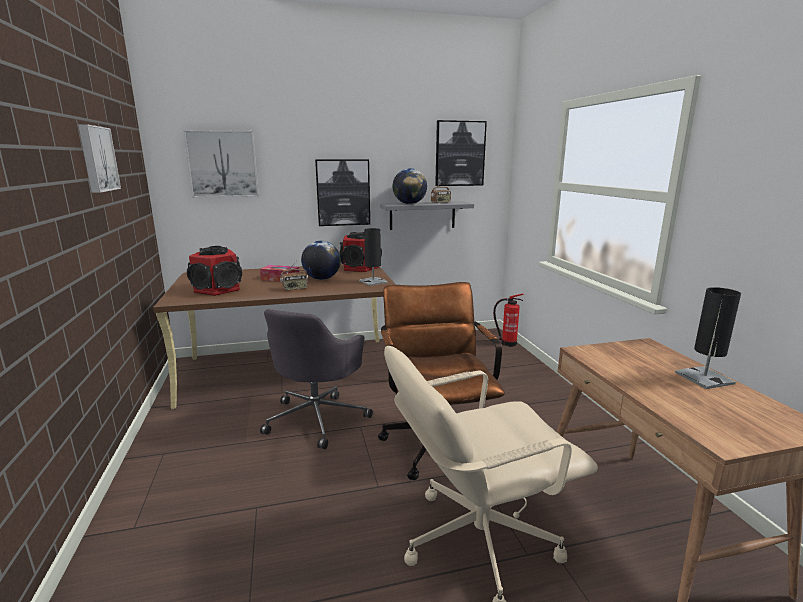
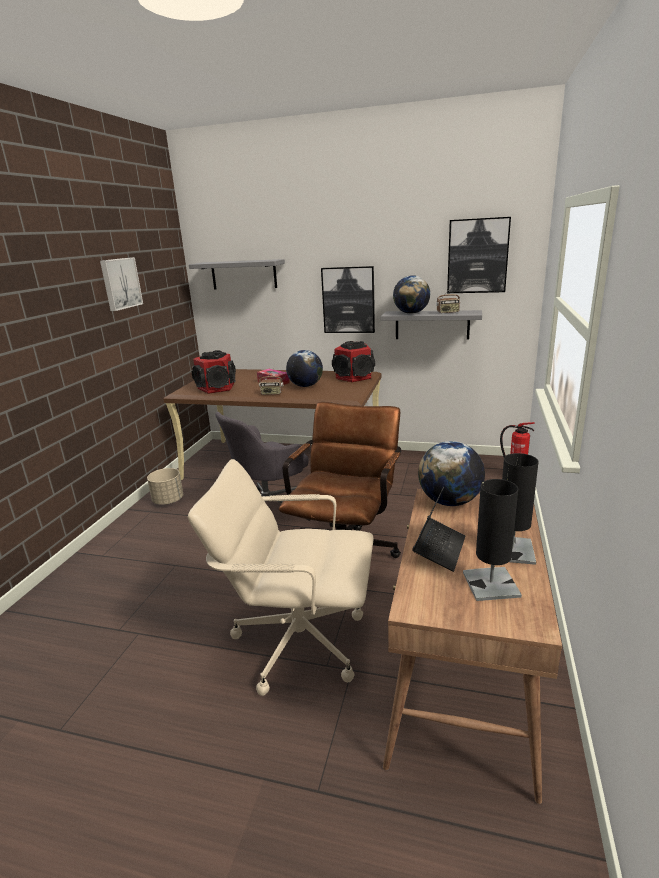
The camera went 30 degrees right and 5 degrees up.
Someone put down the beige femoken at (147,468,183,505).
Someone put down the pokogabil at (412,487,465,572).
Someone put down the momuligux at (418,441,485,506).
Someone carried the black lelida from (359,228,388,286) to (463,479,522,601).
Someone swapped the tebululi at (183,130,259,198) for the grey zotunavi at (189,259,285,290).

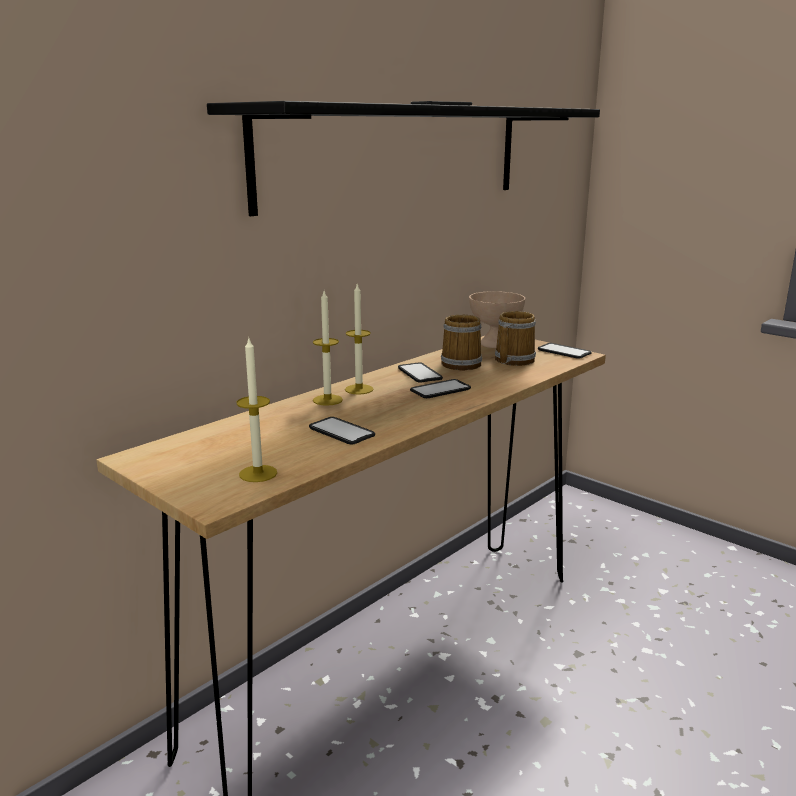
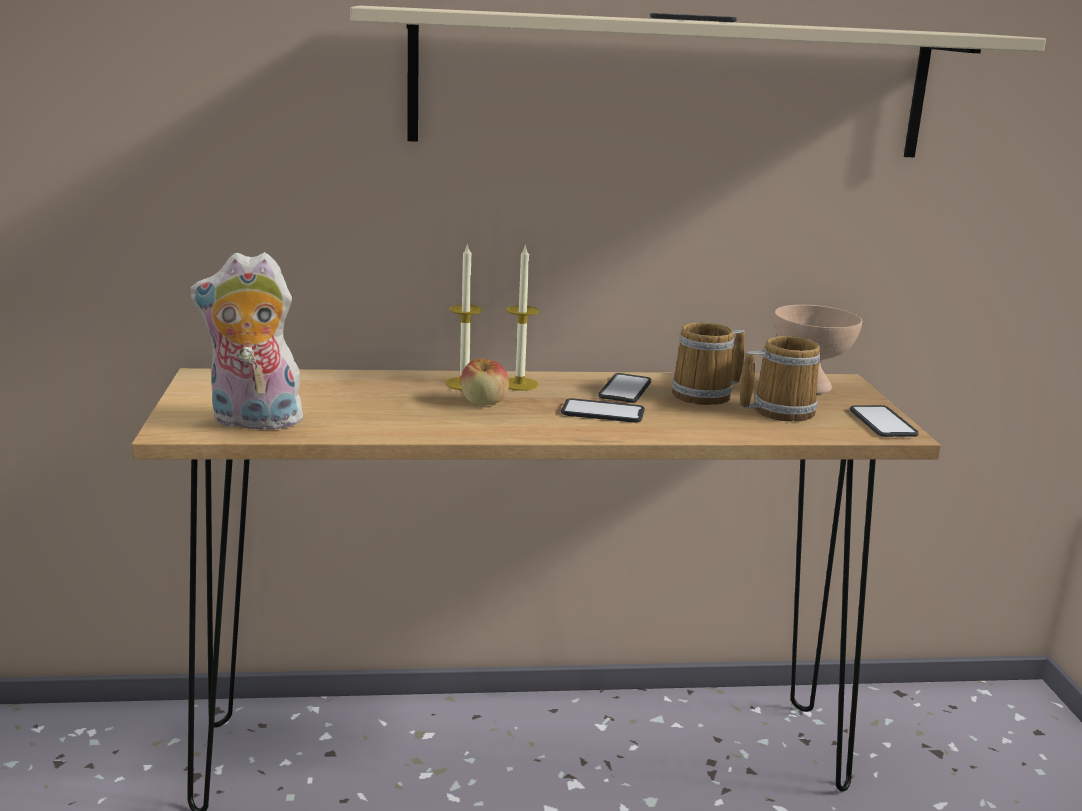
The camera went 40 degrees right and 0 degrees up.
Someone took away the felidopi at (309,417,375,444).
Someone put down the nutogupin at (461,359,509,405).
Someone swapped the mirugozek at (236,336,277,482) for the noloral at (190,252,306,433).
Someone repainted the black zotunavi at (207,101,600,216), which became the beige zotunavi at (350,6,1046,157).

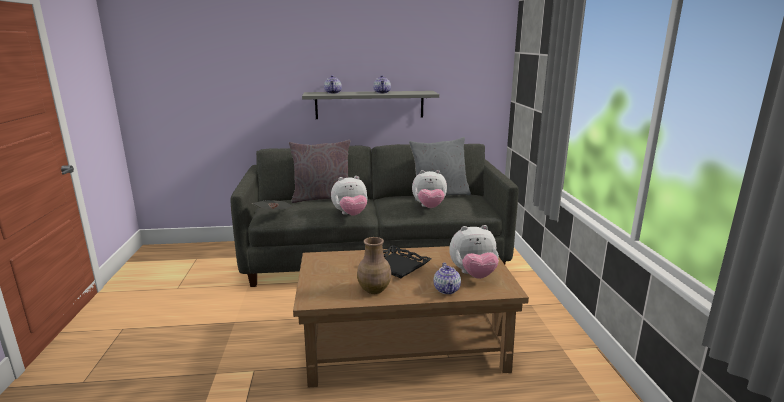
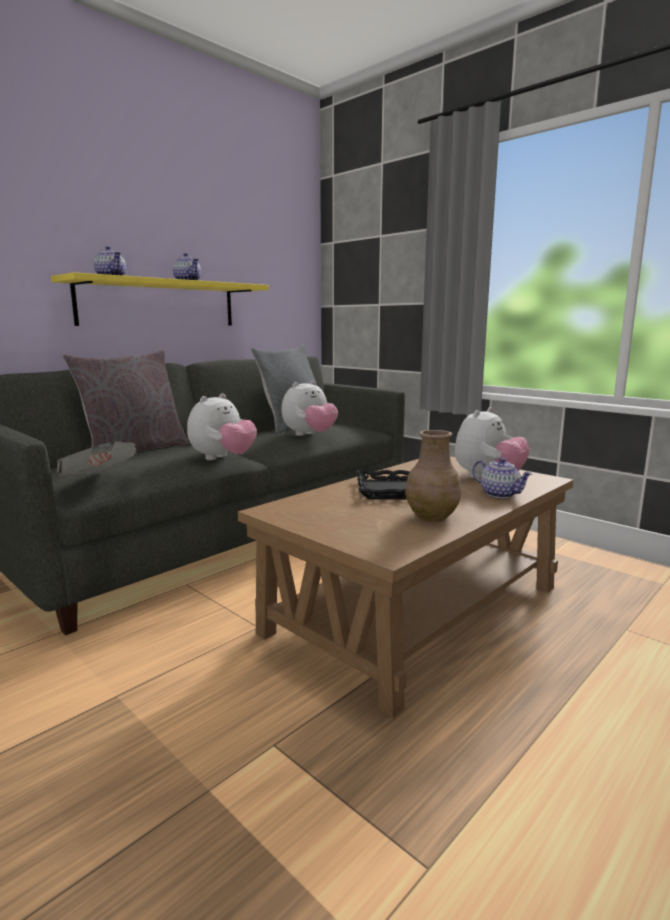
The camera went 40 degrees left and 5 degrees down.
Someone repainted the grey zotunavi at (302,91,439,119), which became the yellow zotunavi at (51,272,269,326).

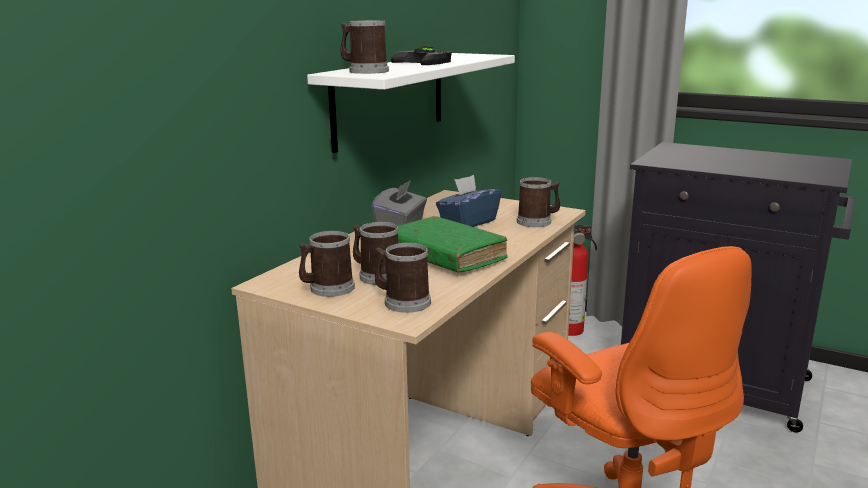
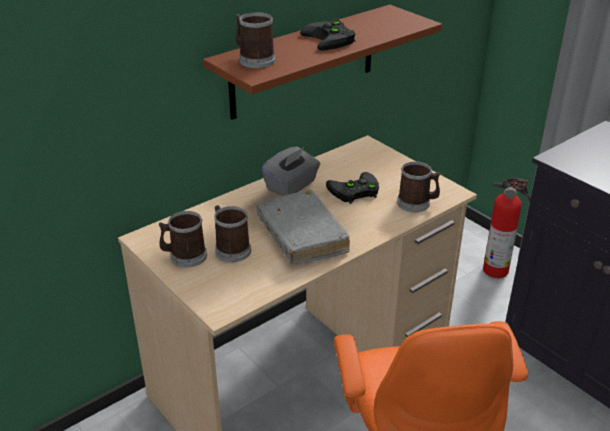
The camera went 20 degrees right and 15 degrees up.
Someone took away the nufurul at (375,243,431,313).
Someone swapped the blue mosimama at (436,175,502,227) for the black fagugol at (326,172,379,204).
Someone repainted the white zotunavi at (307,53,515,153), which became the brown zotunavi at (203,5,442,120).
Someone repainted the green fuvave at (398,216,508,273), which became the grey fuvave at (256,190,350,264).

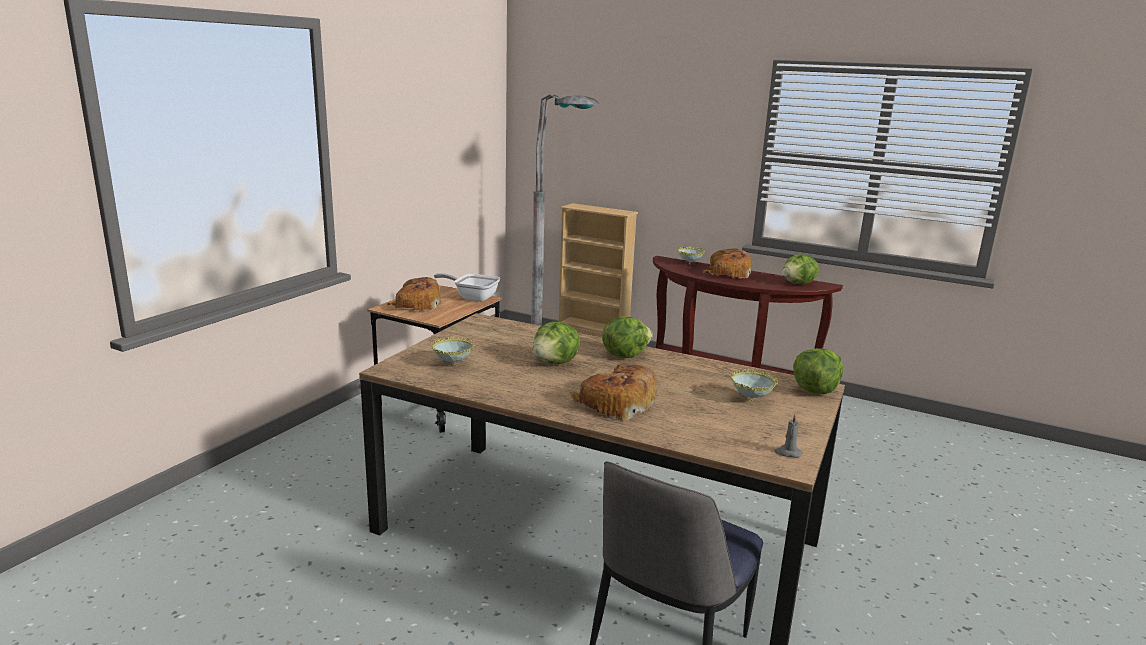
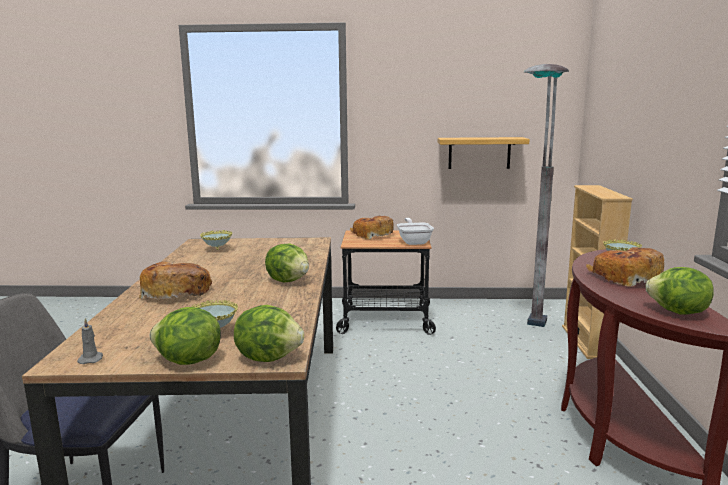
The camera went 65 degrees right and 5 degrees down.
Someone put up the zotunavi at (438,137,530,169).
Someone carried the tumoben from (533,321,580,364) to (150,307,221,365).

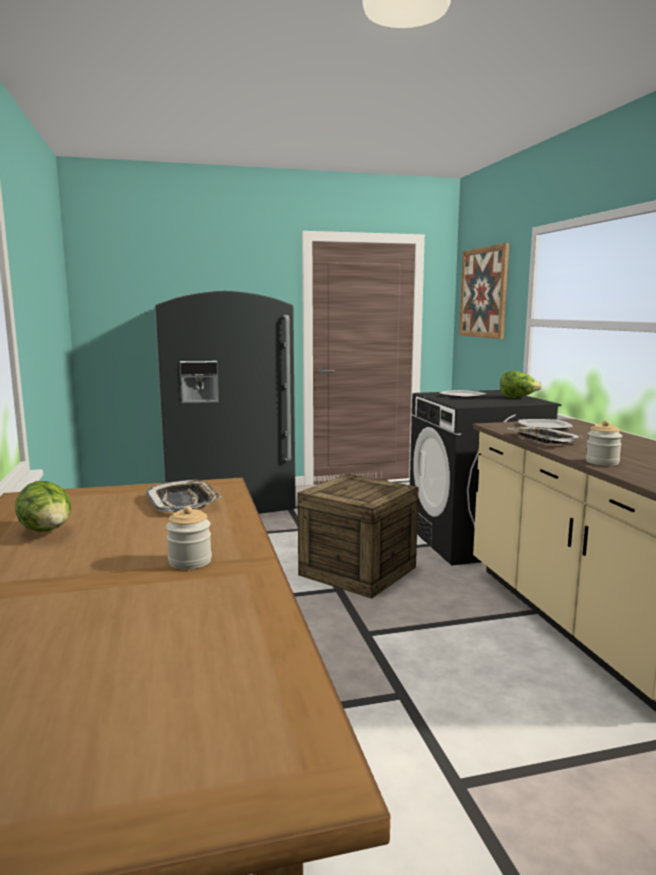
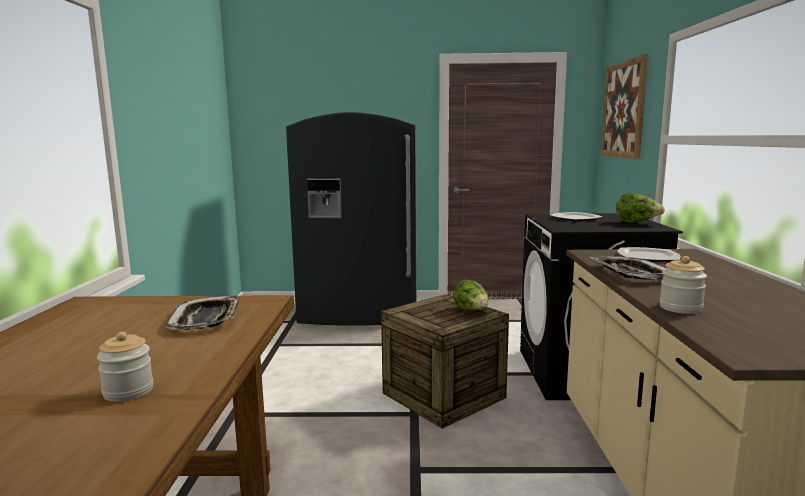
The camera went 15 degrees right and 0 degrees up.
Someone carried the tumoben from (15,481,71,532) to (453,280,488,311).

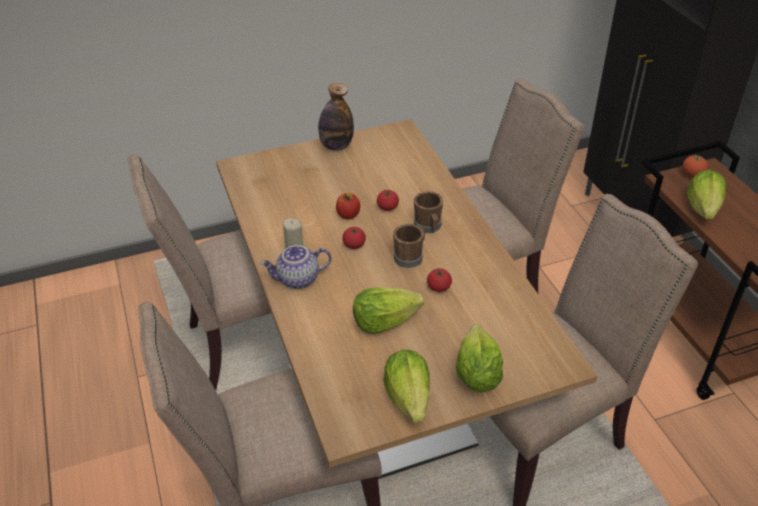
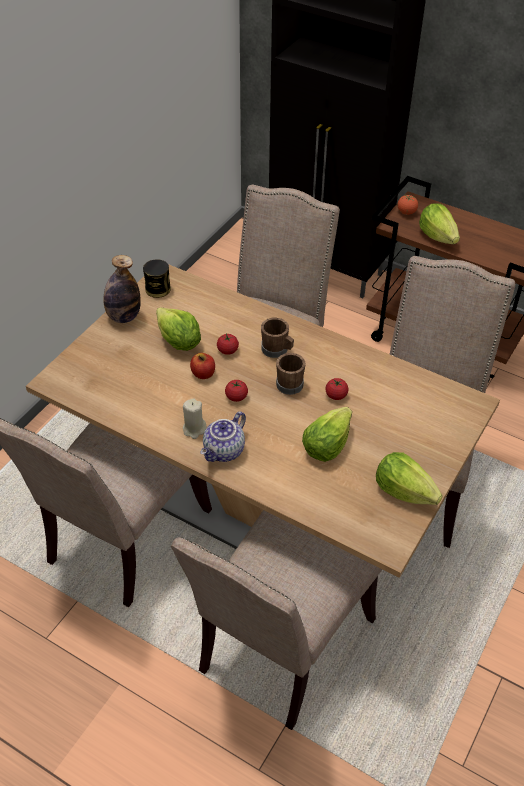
The camera went 40 degrees left and 5 degrees up.
Someone put down the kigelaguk at (143,259,171,298).
Someone carried the tumoben from (456,325,503,392) to (156,307,201,351).

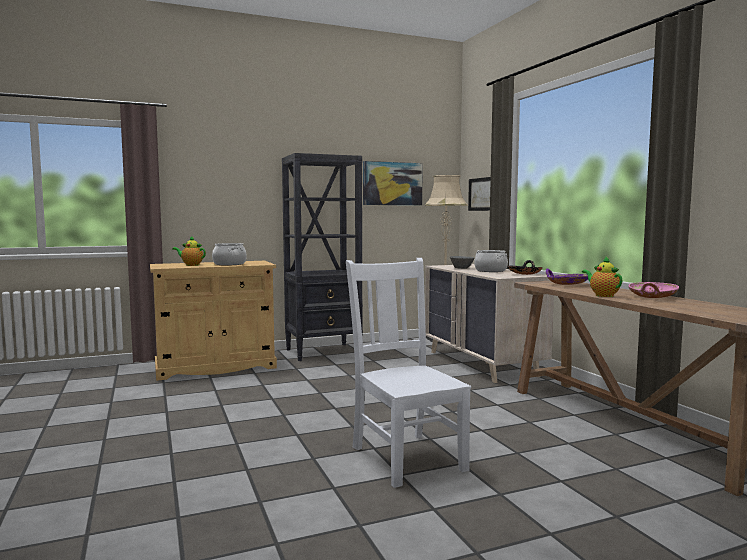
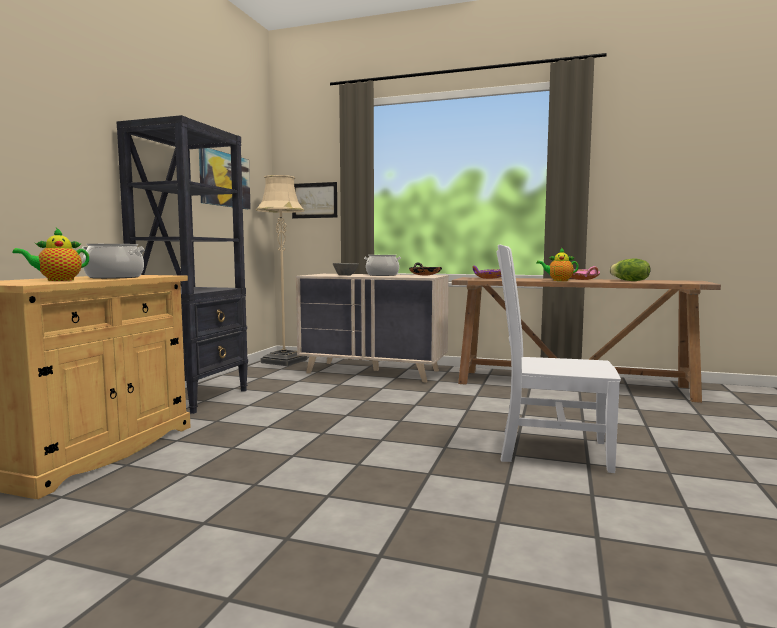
The camera went 50 degrees left and 0 degrees up.
Someone put down the tumoben at (609,259,651,281).

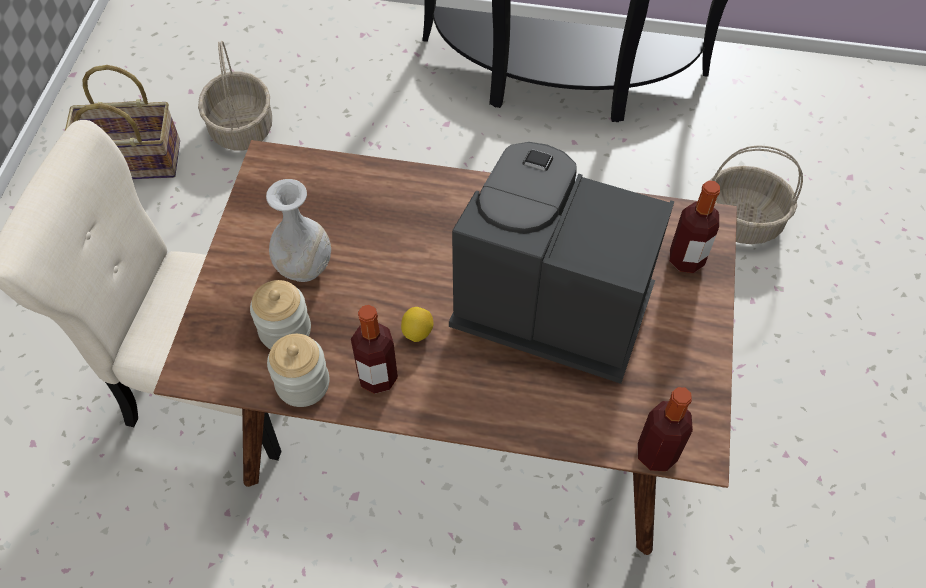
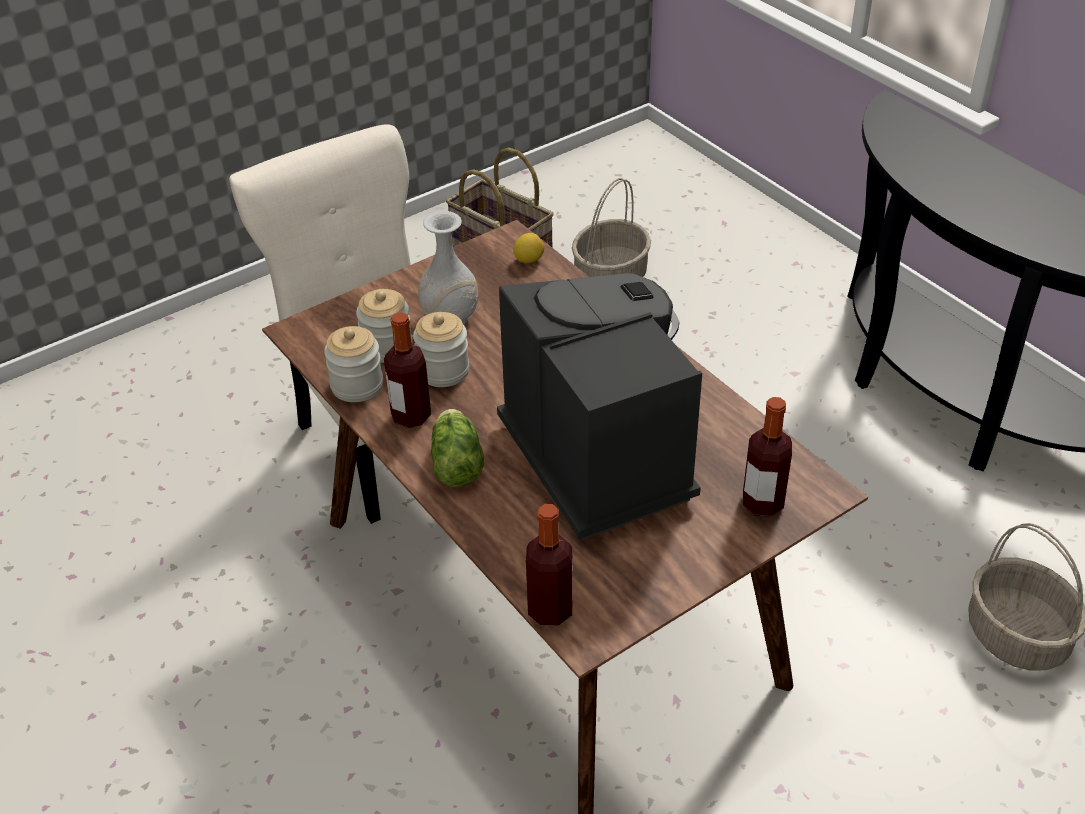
The camera went 45 degrees right and 15 degrees down.
Someone put down the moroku at (413,312,469,387).
Someone put down the tumoben at (431,409,484,487).
Someone carried the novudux from (401,307,434,342) to (513,233,544,263).

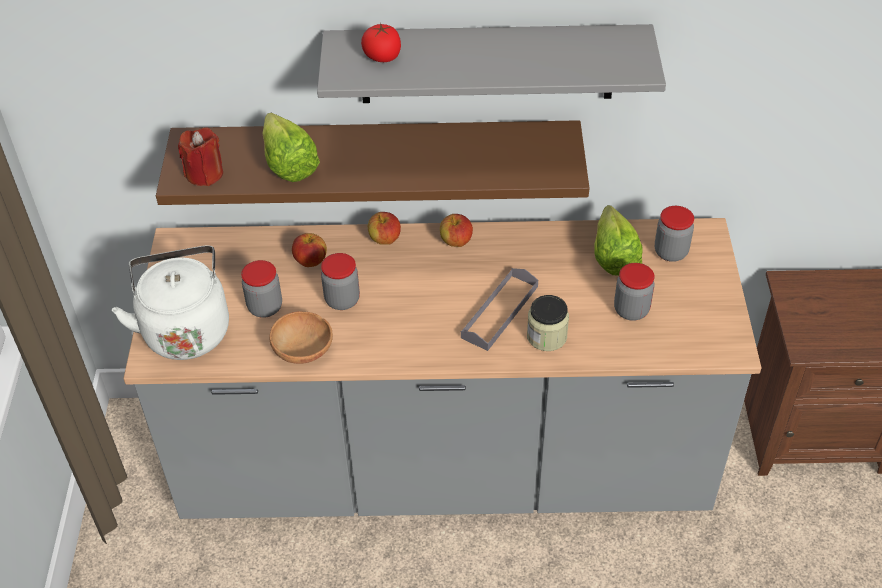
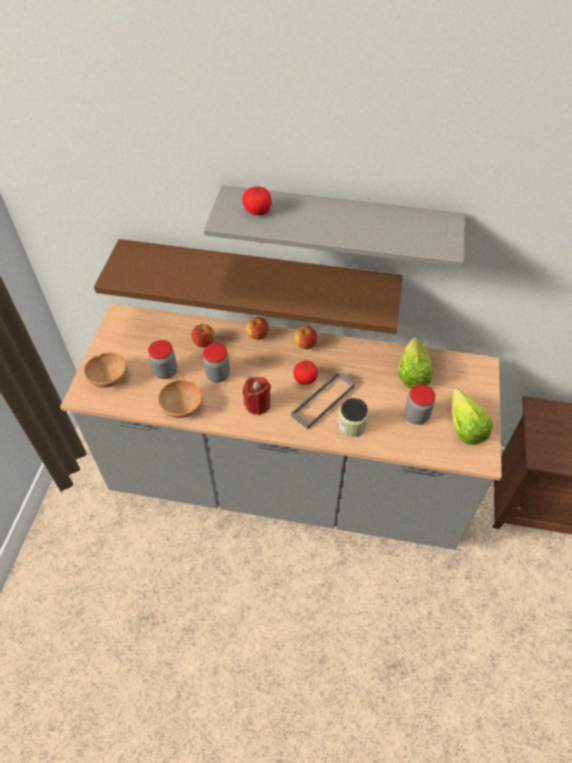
The camera went 10 degrees right and 5 degrees up.
Someone took away the moroku at (655,206,694,262).
Someone put down the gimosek at (294,361,318,384).
Someone carried the red mirugozek from (178,127,223,186) to (243,377,271,415).
Someone carried the tumoben from (263,113,320,182) to (452,388,493,445).
Someone swapped the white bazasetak at (112,245,229,360) for the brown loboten at (84,352,127,388).

